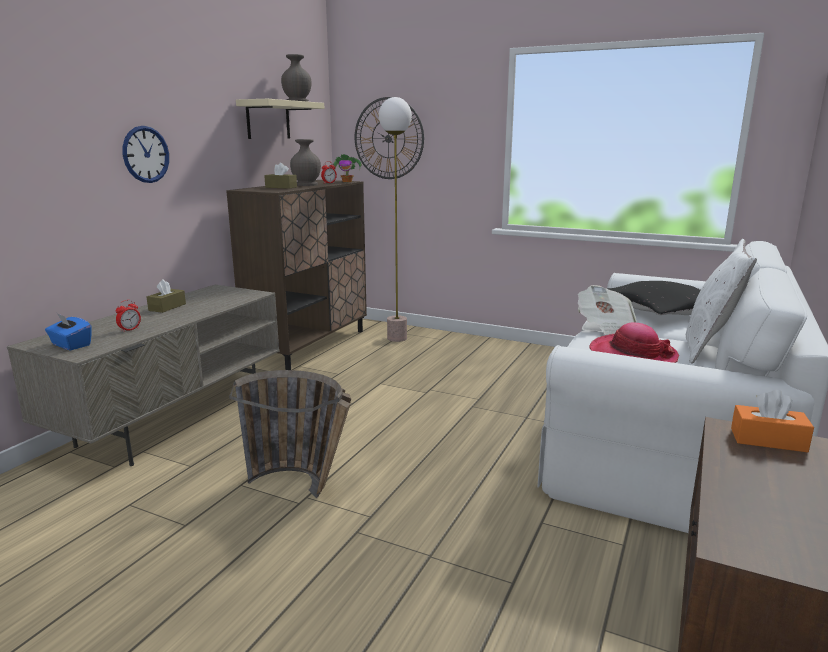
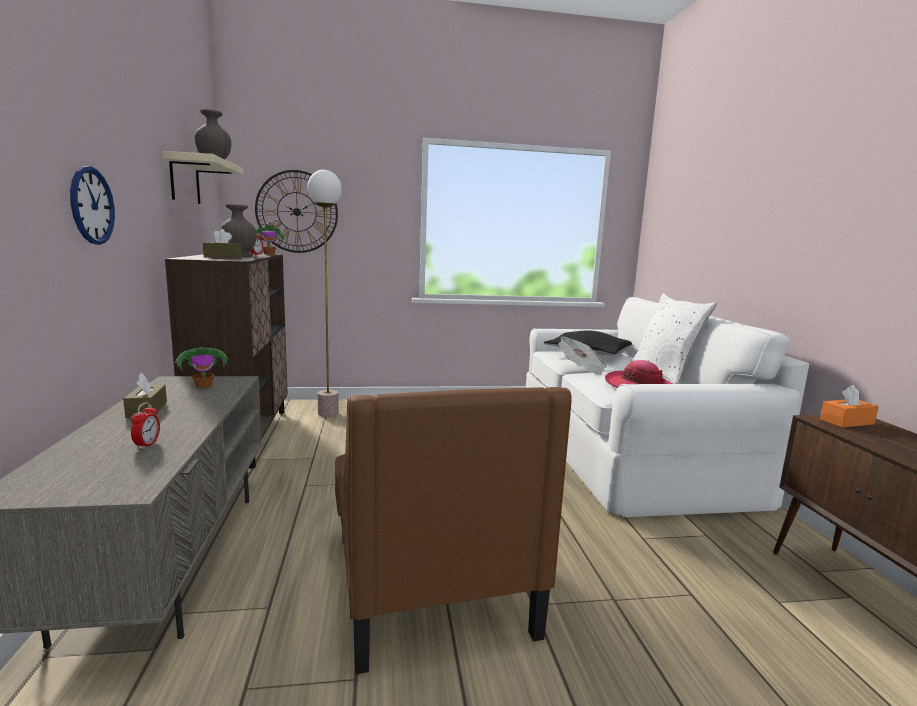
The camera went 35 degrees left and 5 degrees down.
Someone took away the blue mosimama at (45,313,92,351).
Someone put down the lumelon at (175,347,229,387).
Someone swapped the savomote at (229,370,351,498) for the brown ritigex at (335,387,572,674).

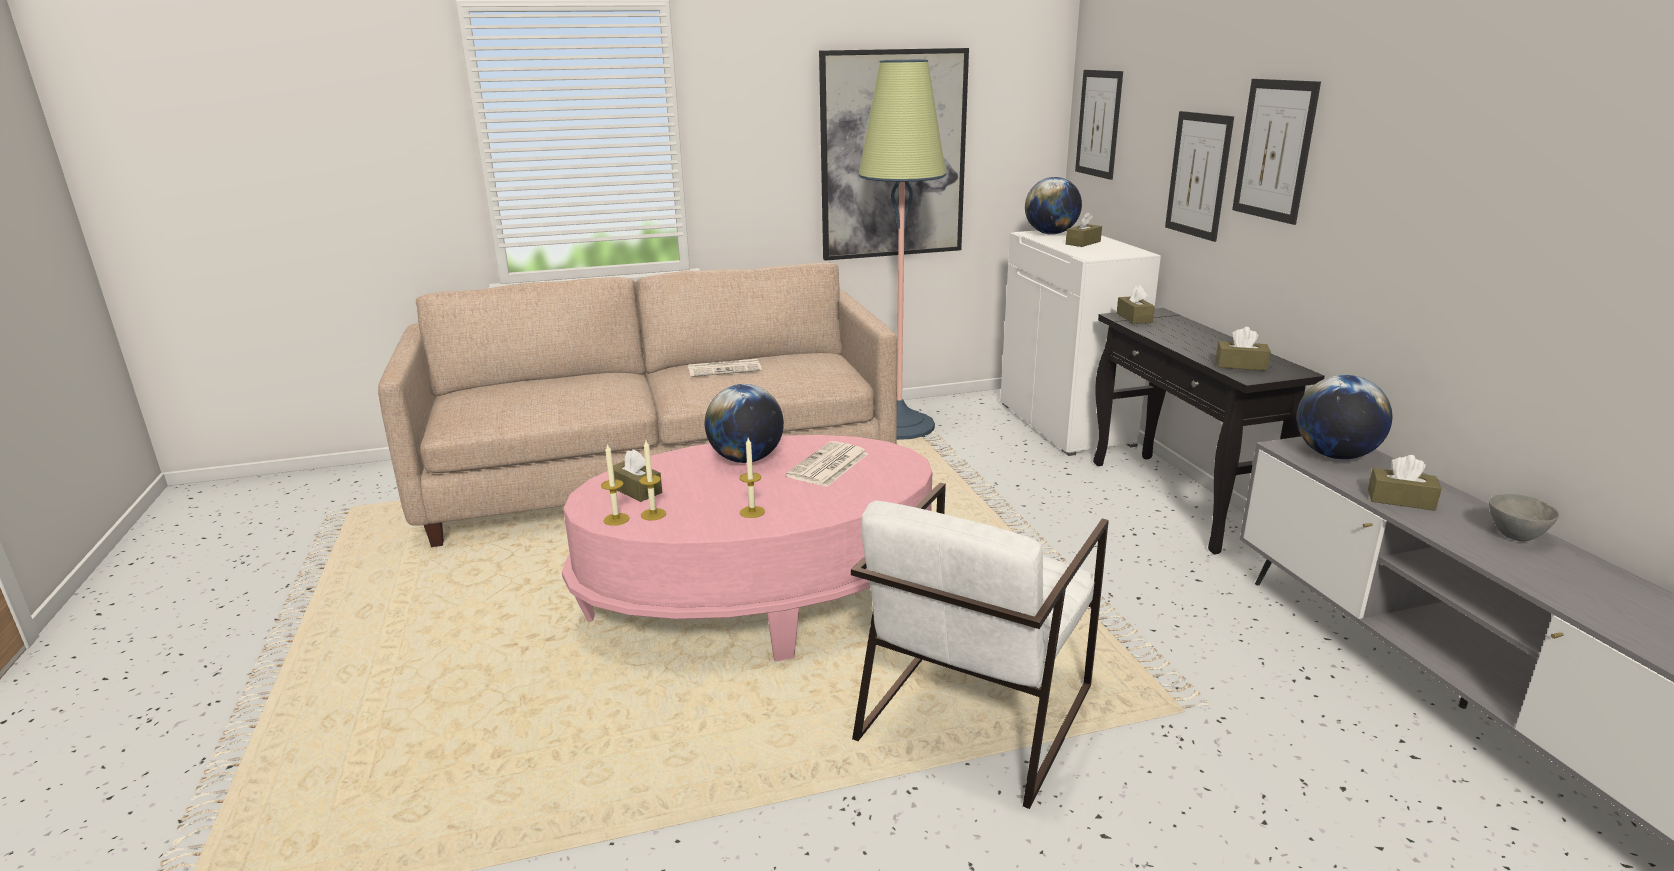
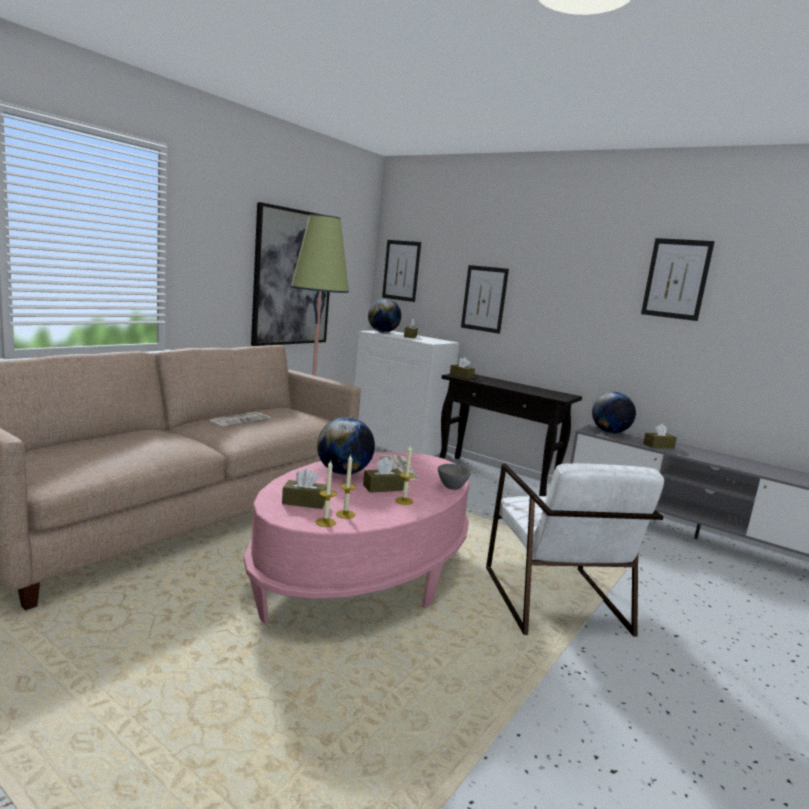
The camera went 40 degrees left and 10 degrees down.
Someone carried the brown mosimama from (1216,327,1271,371) to (363,457,405,493).
Someone carried the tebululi from (1232,79,1321,225) to (641,238,715,321).
Someone carried the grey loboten from (1489,494,1559,542) to (438,464,471,490).

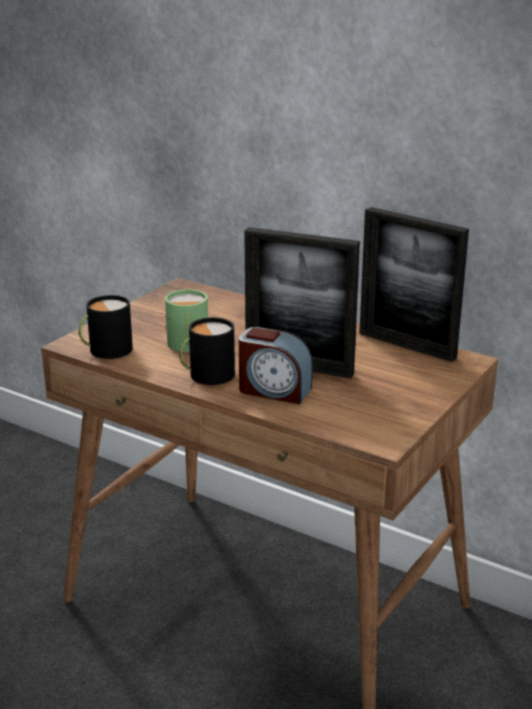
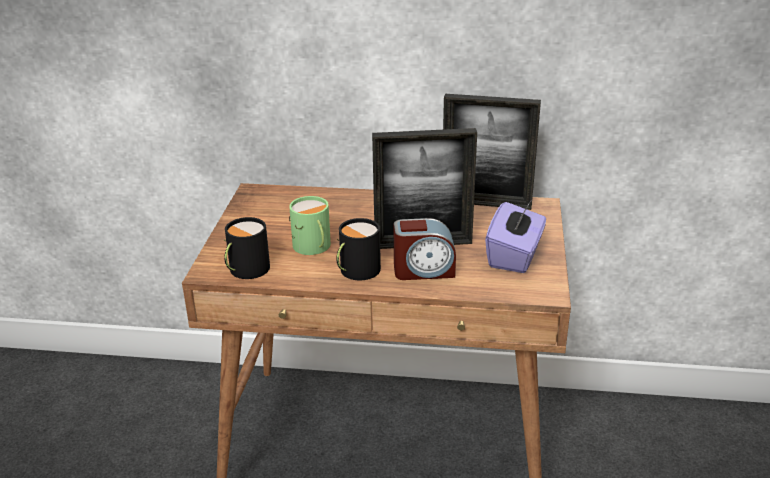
The camera went 25 degrees left and 5 degrees up.
Someone put down the purple mosimama at (485,201,546,273).

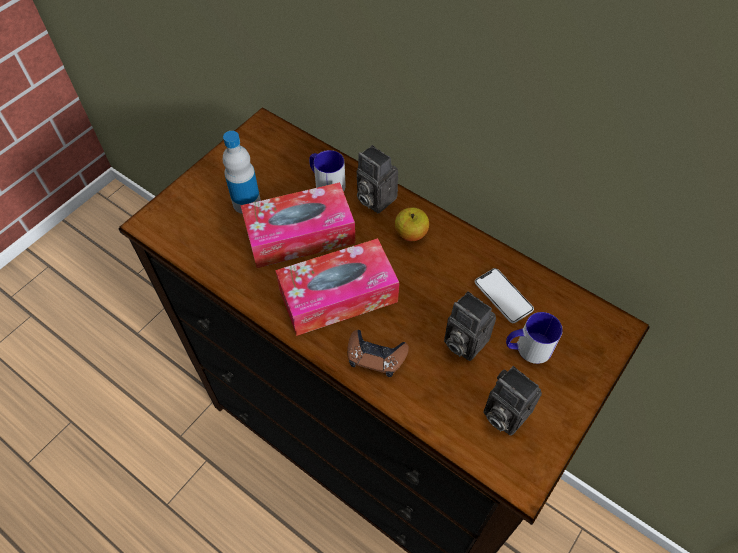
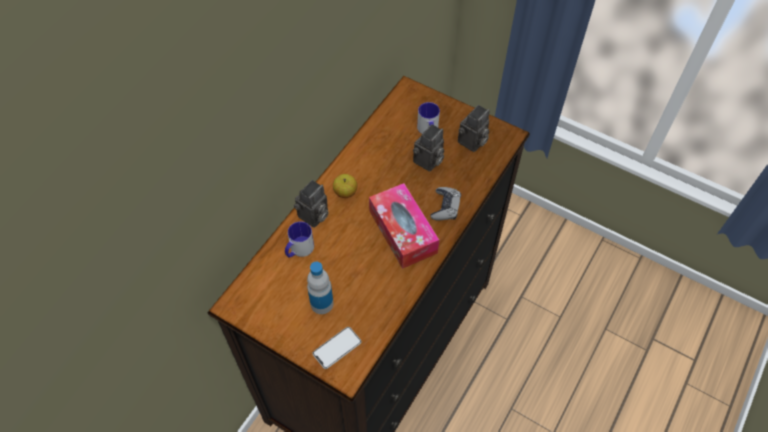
The camera went 95 degrees left and 0 degrees up.
Someone took away the mosimama at (241,182,355,268).
Someone carried the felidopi from (475,268,534,323) to (313,327,362,369).
Someone repainted the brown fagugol at (347,330,409,377), which became the grey fagugol at (430,187,461,221).

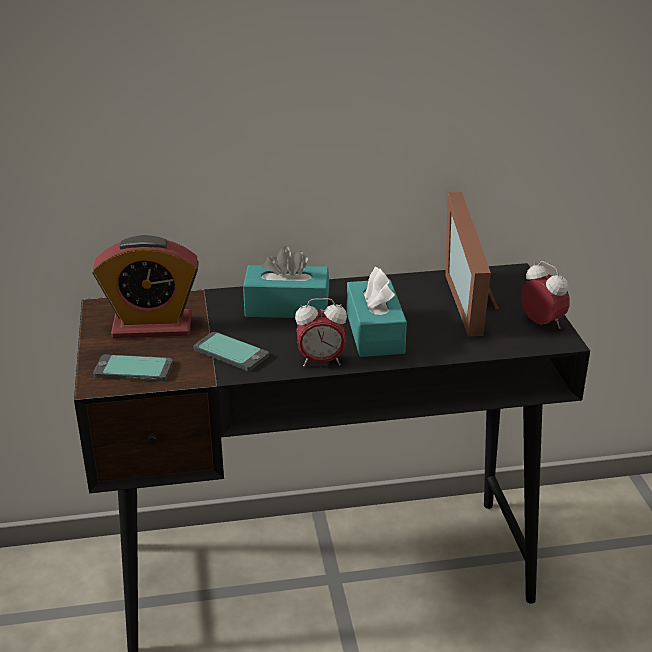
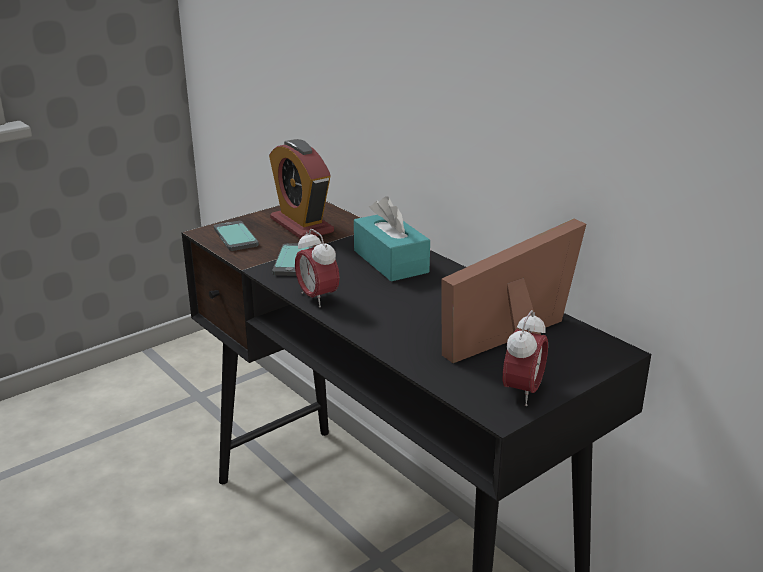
The camera went 60 degrees right and 5 degrees down.
Someone took away the turquoise mosimama at (347,267,407,357).

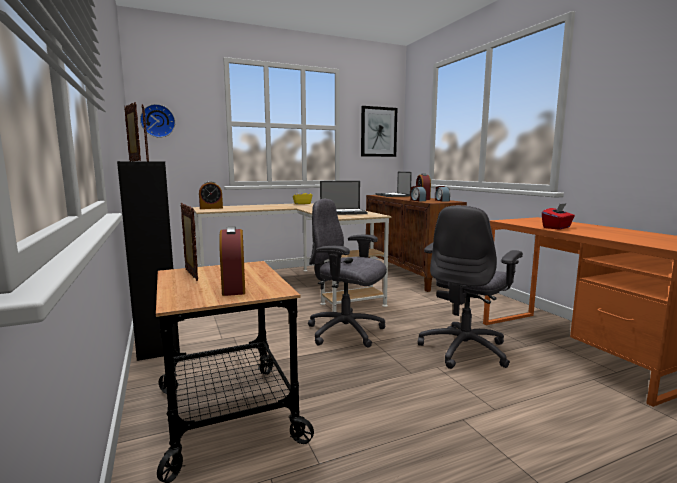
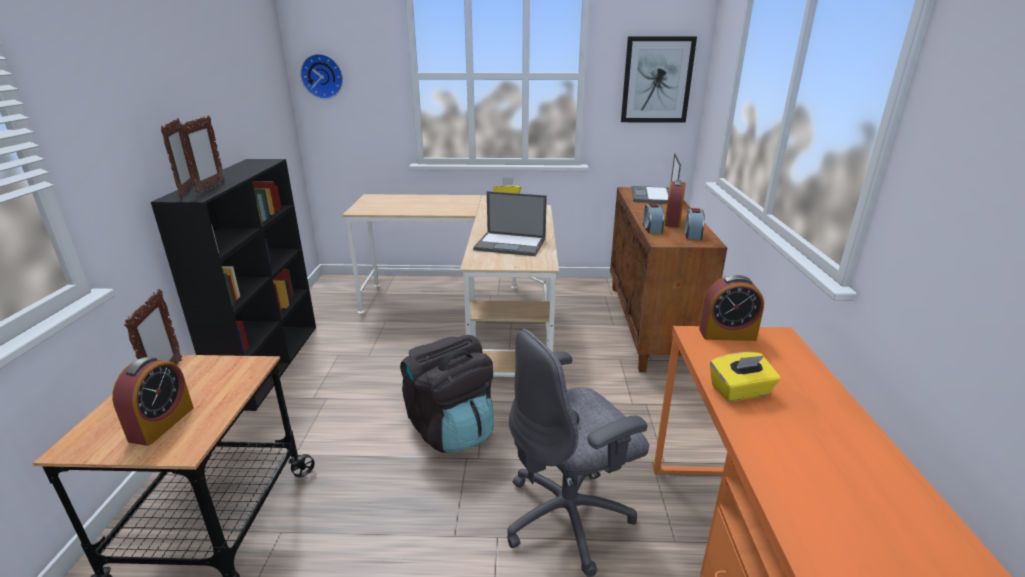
The camera went 25 degrees right and 15 degrees up.
Someone carried the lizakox from (199,181,223,209) to (699,275,764,341).
Someone swapped the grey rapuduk at (308,198,387,348) for the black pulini at (400,335,494,453).
Someone repainted the red mosimama at (542,203,575,230), which became the yellow mosimama at (710,352,781,402).

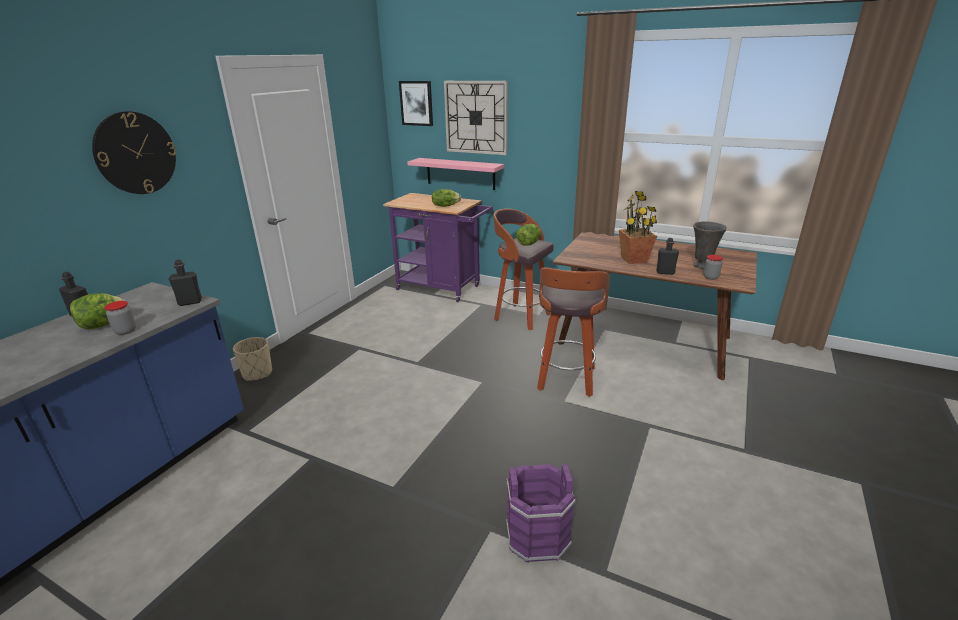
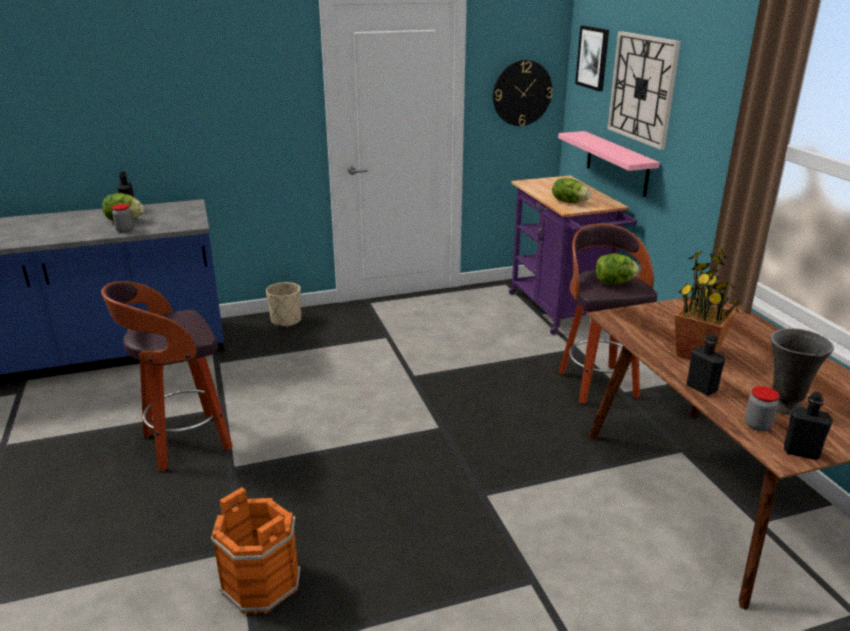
The camera went 45 degrees right and 0 degrees up.
Someone carried the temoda from (92,111,176,194) to (493,60,553,126).
Someone carried the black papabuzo from (169,260,202,306) to (784,392,833,460).
Someone carried the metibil from (537,268,609,397) to (101,281,233,471).
Someone repainted the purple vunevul at (506,463,575,563), which became the orange vunevul at (211,487,301,615).

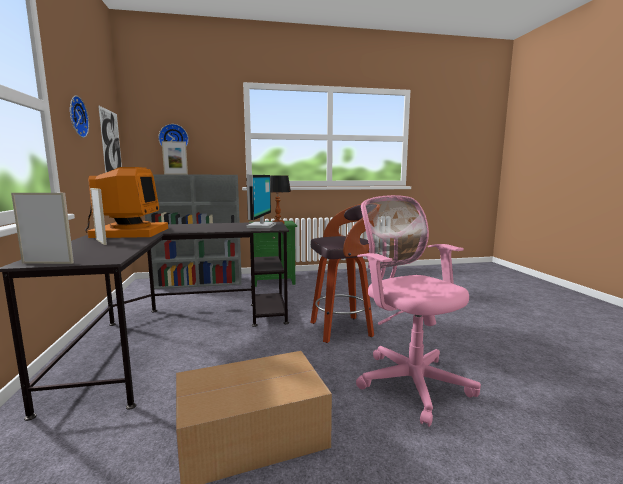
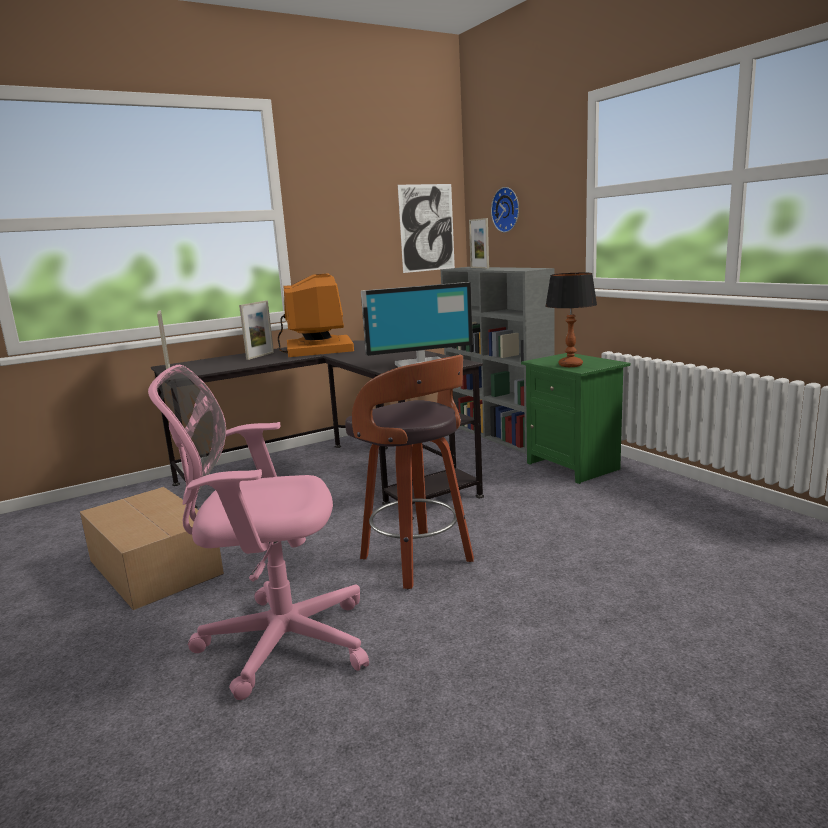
The camera went 70 degrees right and 5 degrees up.
Someone took away the temoda at (70,96,89,138).
Someone rotated the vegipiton at (85,167,168,238) by 75 degrees counterclockwise.
Someone rotated the pink rapuduk at (356,195,481,427) by 135 degrees counterclockwise.

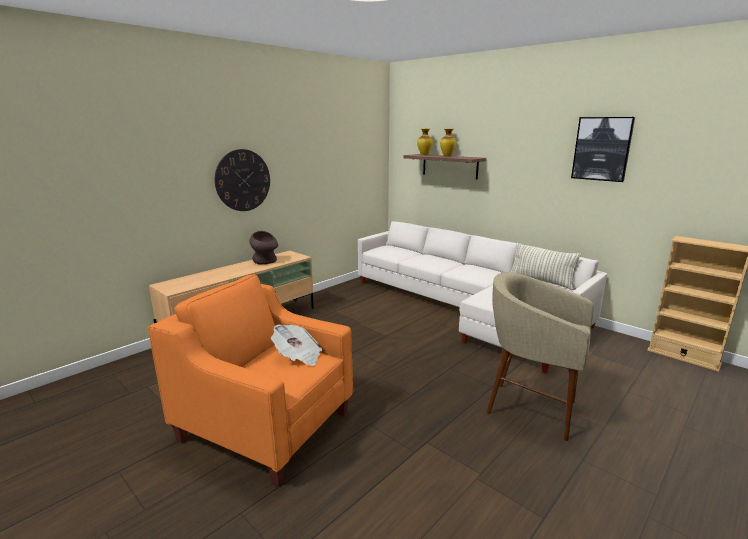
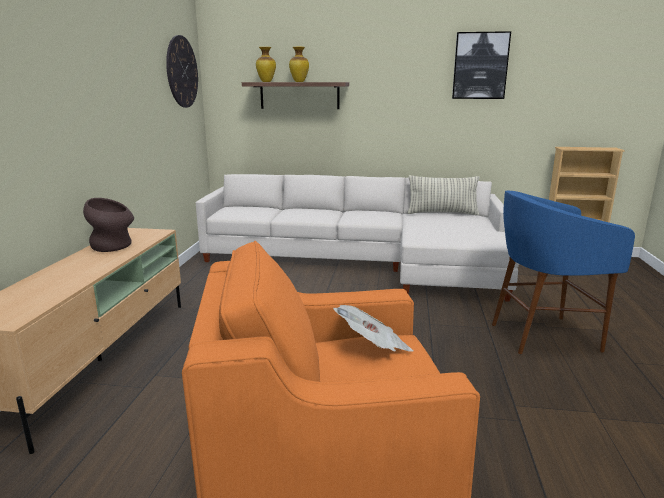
The camera went 35 degrees left and 0 degrees up.
Someone carried the temoda from (215,149,270,211) to (166,35,198,108).
Someone repainted the beige metibil at (487,272,594,441), which became the blue metibil at (492,191,635,354).

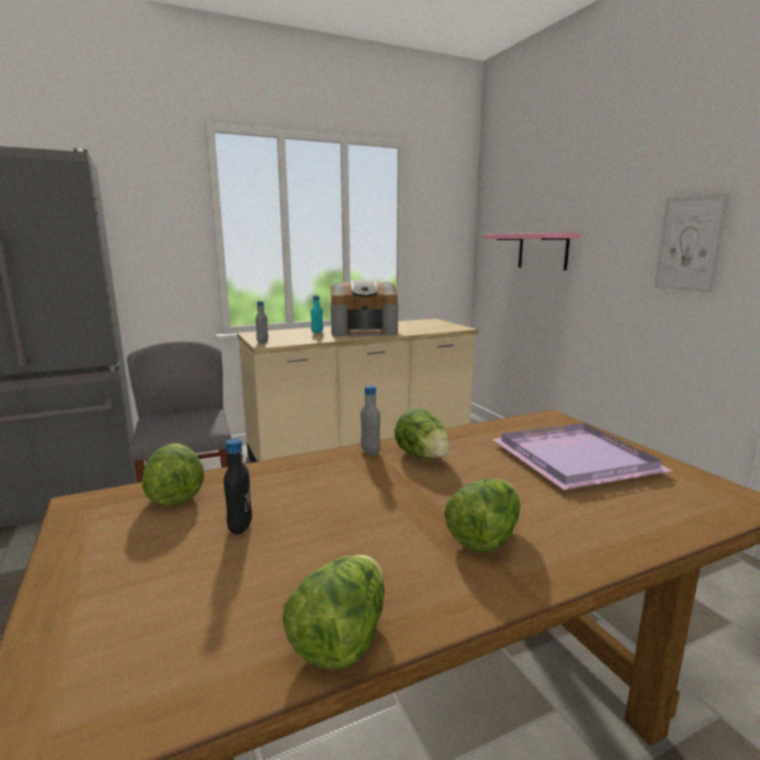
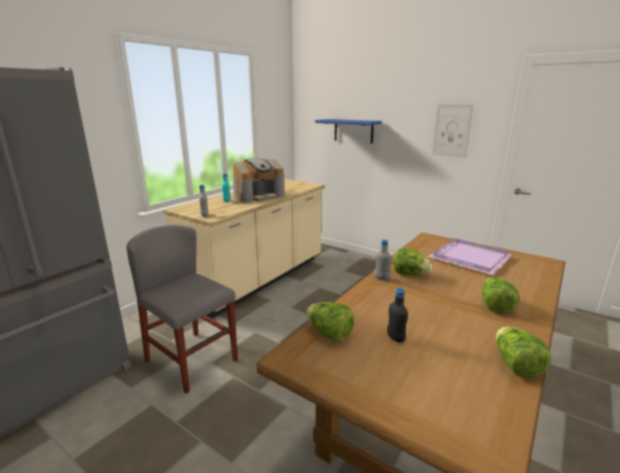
The camera went 30 degrees left and 5 degrees up.
Someone repainted the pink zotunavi at (483,233,580,271), which became the blue zotunavi at (315,119,381,143).

